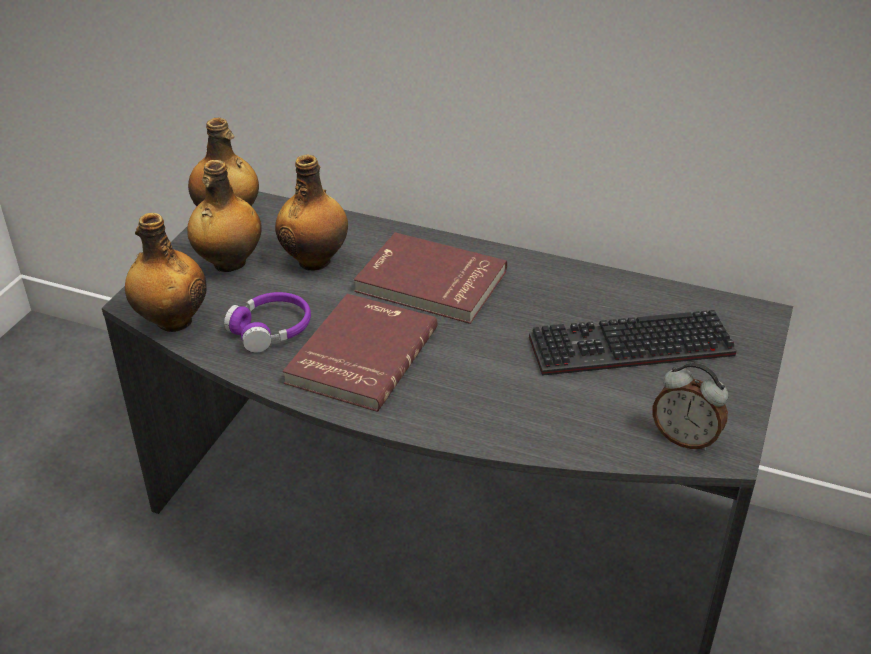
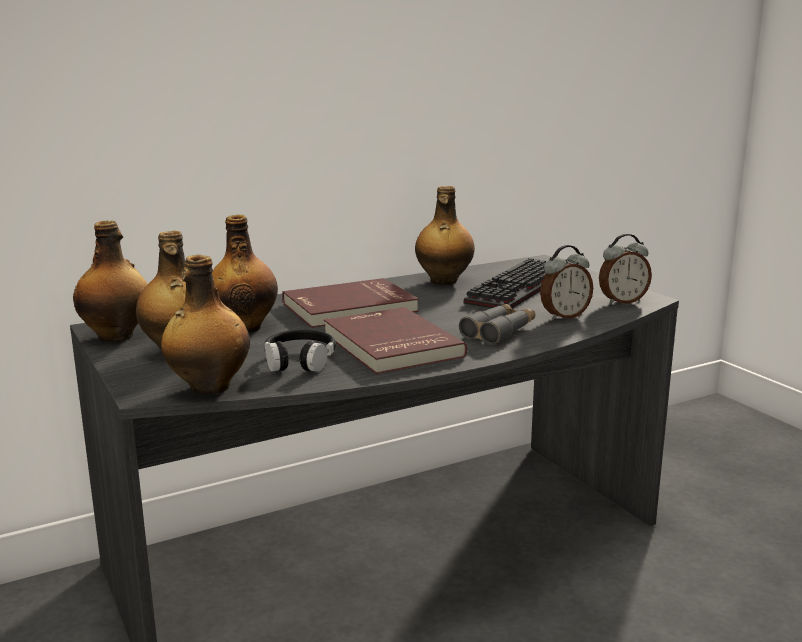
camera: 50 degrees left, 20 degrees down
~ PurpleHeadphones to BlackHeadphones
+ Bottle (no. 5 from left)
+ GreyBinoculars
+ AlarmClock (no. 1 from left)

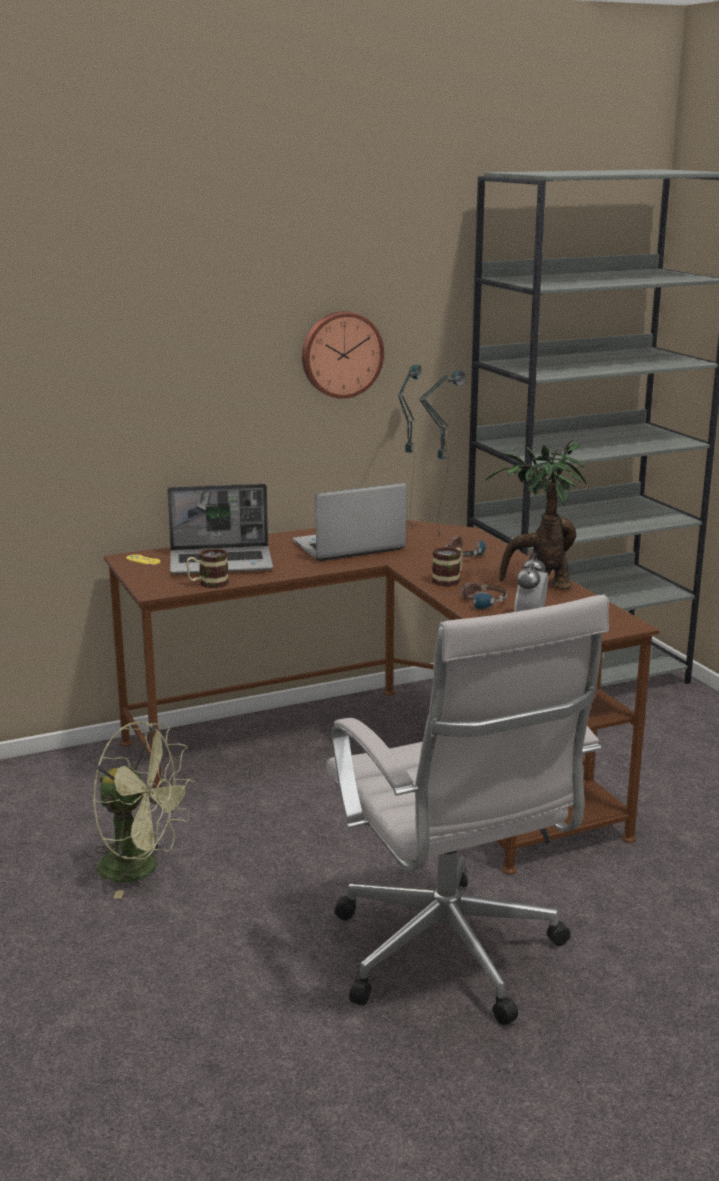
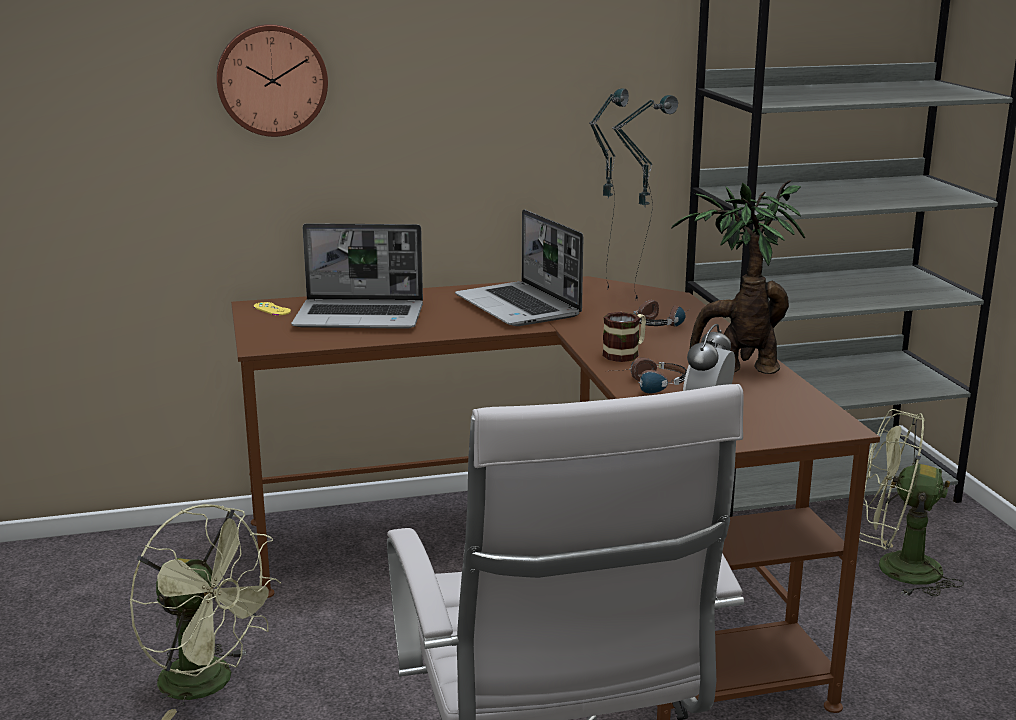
camera: 10 degrees right, 0 degrees up
- Mug (no. 1 from left)
~ Laptop (no. 2 from left) 105 degrees counterclockwise
~ WallClock
+ GreenFan (no. 2 from left)

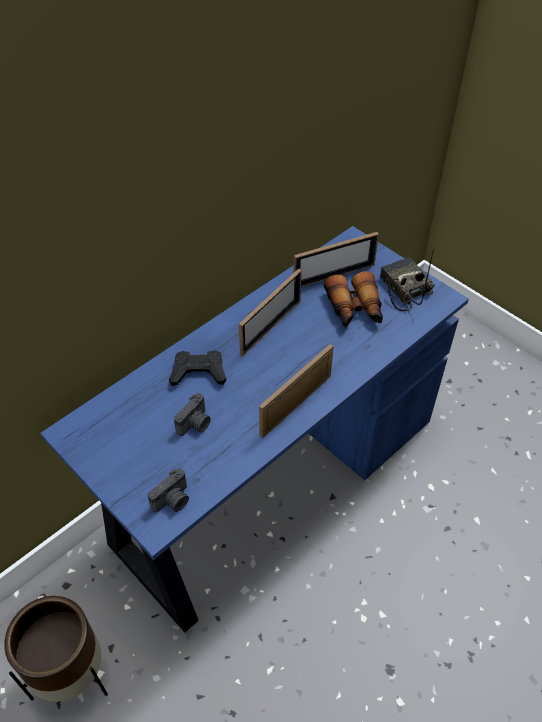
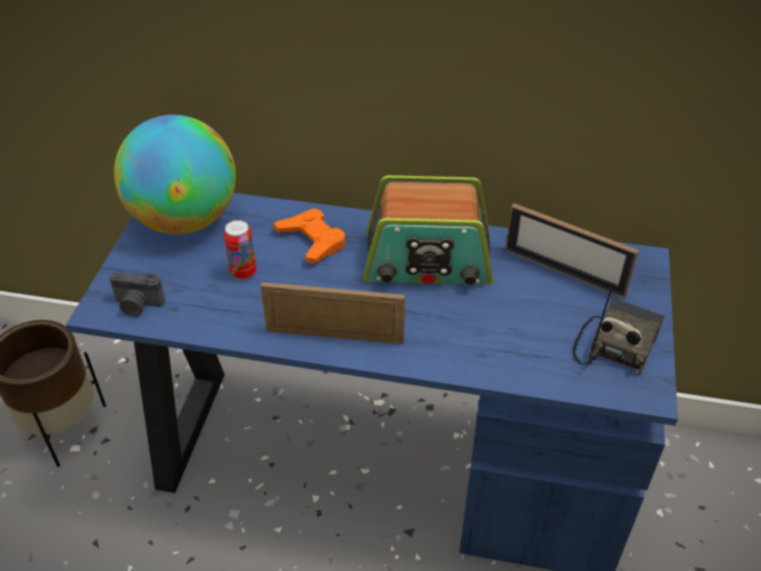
camera: 55 degrees right, 5 degrees down
~ BlackGameController to OrangeGameController
~ PhotoCamera (no. 2 from left) to Can
~ PictureFrame (no. 1 from left) to Radio (no. 1 from left)
- Binoculars
+ Globe

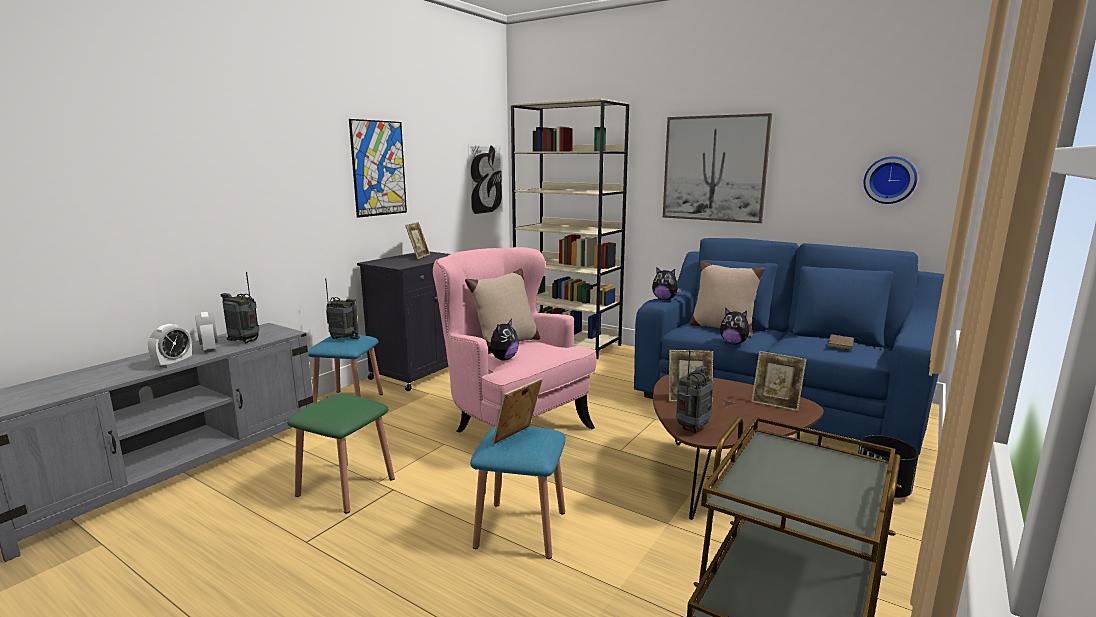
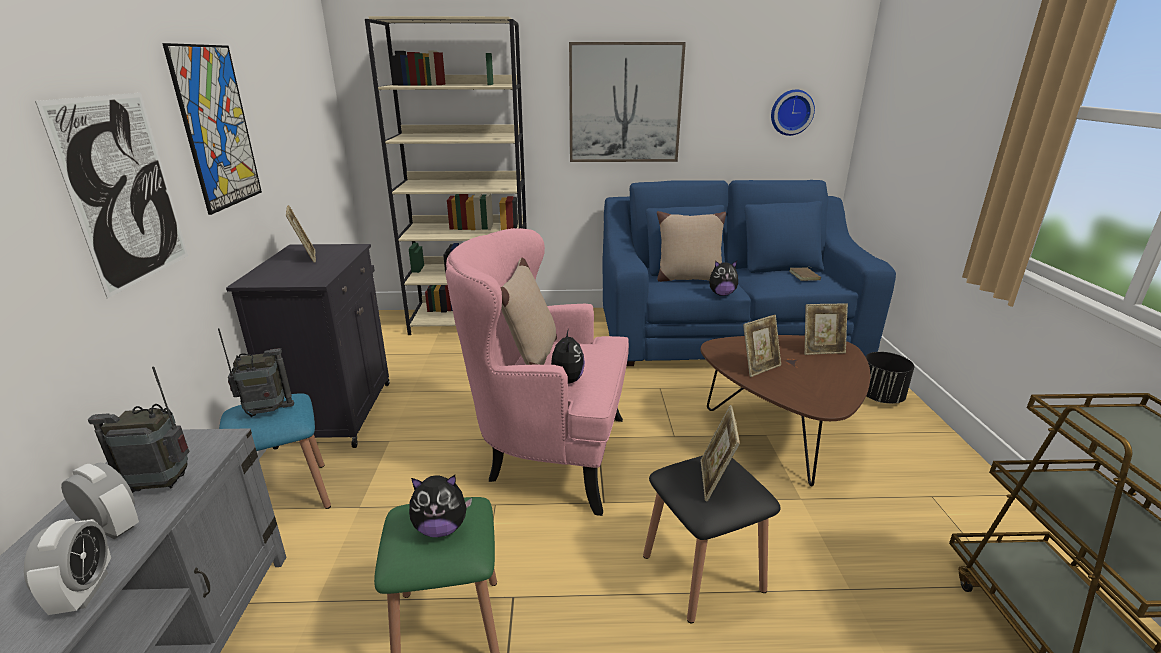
camera: 35 degrees left, 10 degrees up
~ Picture (no. 2 from left in the first image) to Picture (no. 1 from left)
~ BlueStool (no. 2 from left) to BlackStool
~ PlushToy (no. 2 from left in the first image) to PlushToy (no. 1 from left)
- Radio (no. 3 from left)

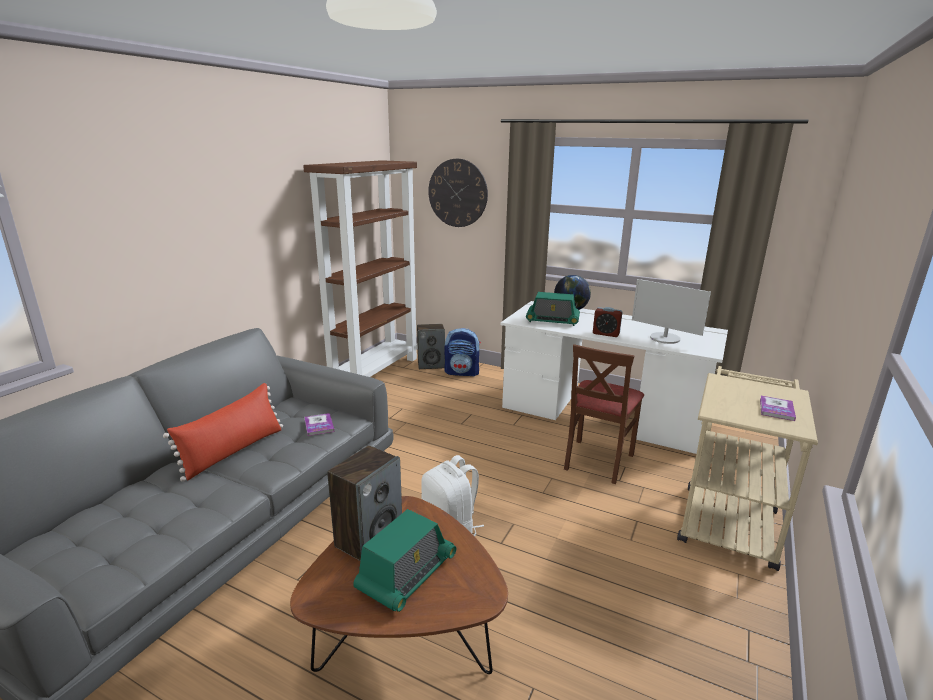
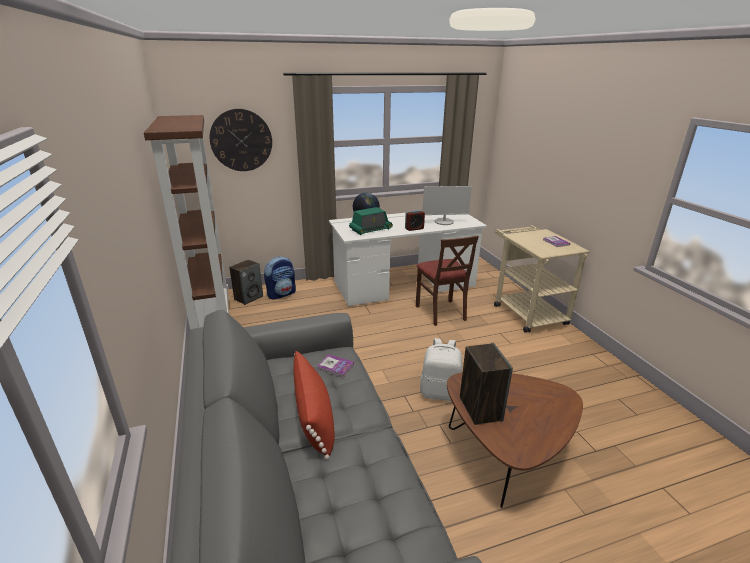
camera: 45 degrees left, 5 degrees up
- Radio (no. 1 from left)

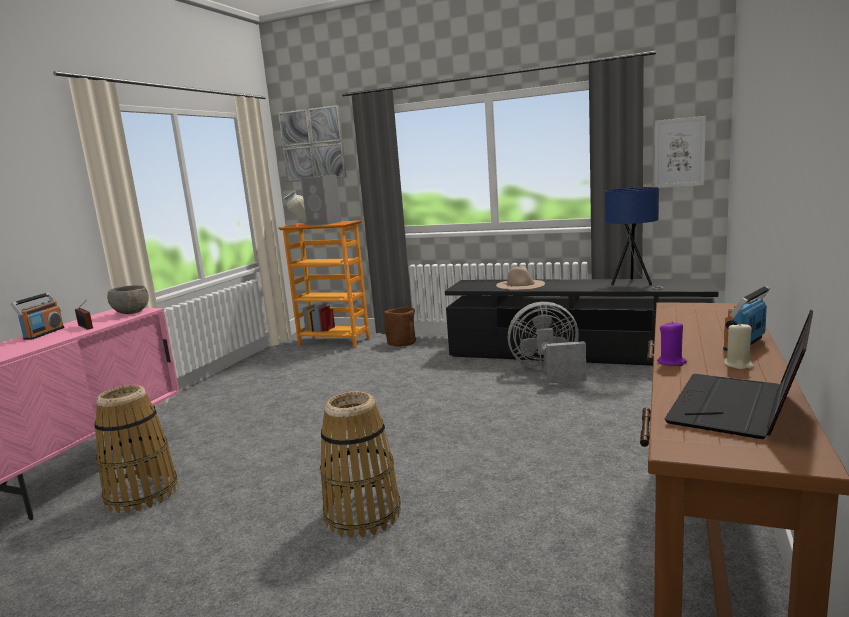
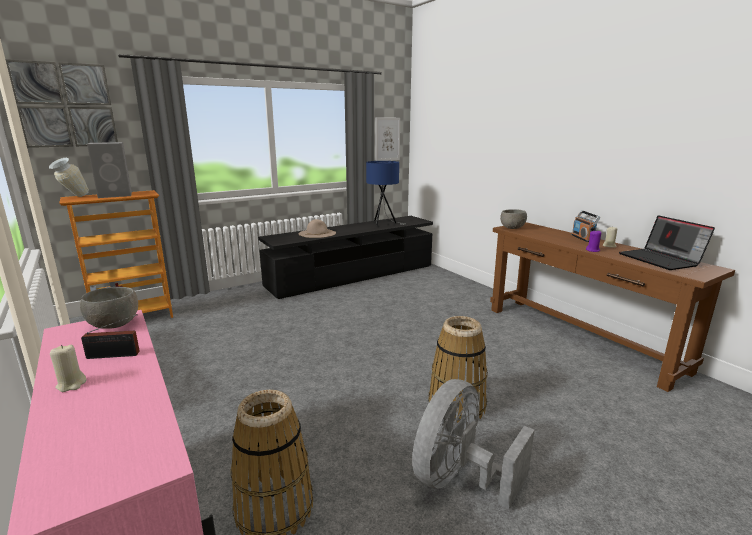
camera: 55 degrees left, 5 degrees up
~ Radio (no. 1 from left) to BeigeCandle (no. 1 from left)
- BrownPlanter
~ GreyFan
+ GreyBowl (no. 2 from left)

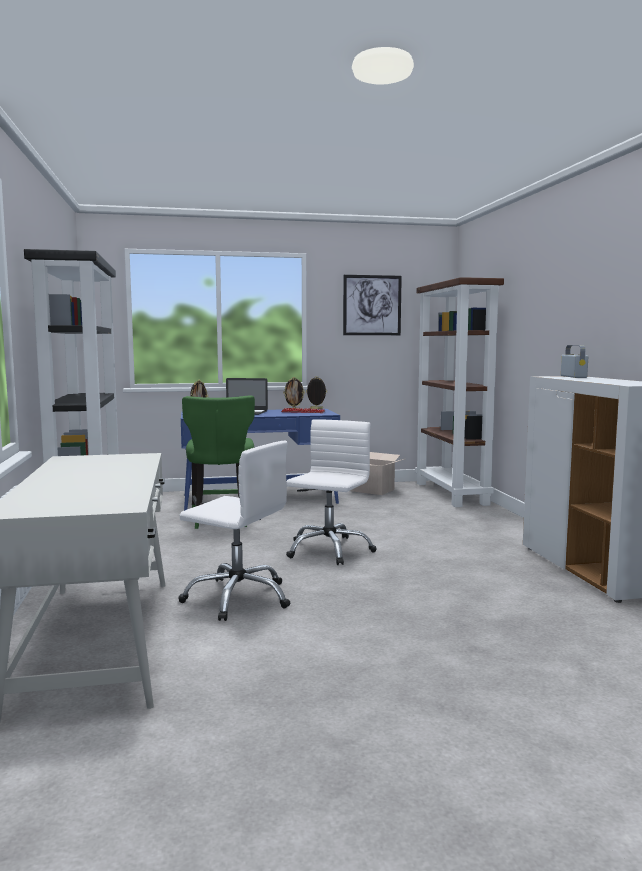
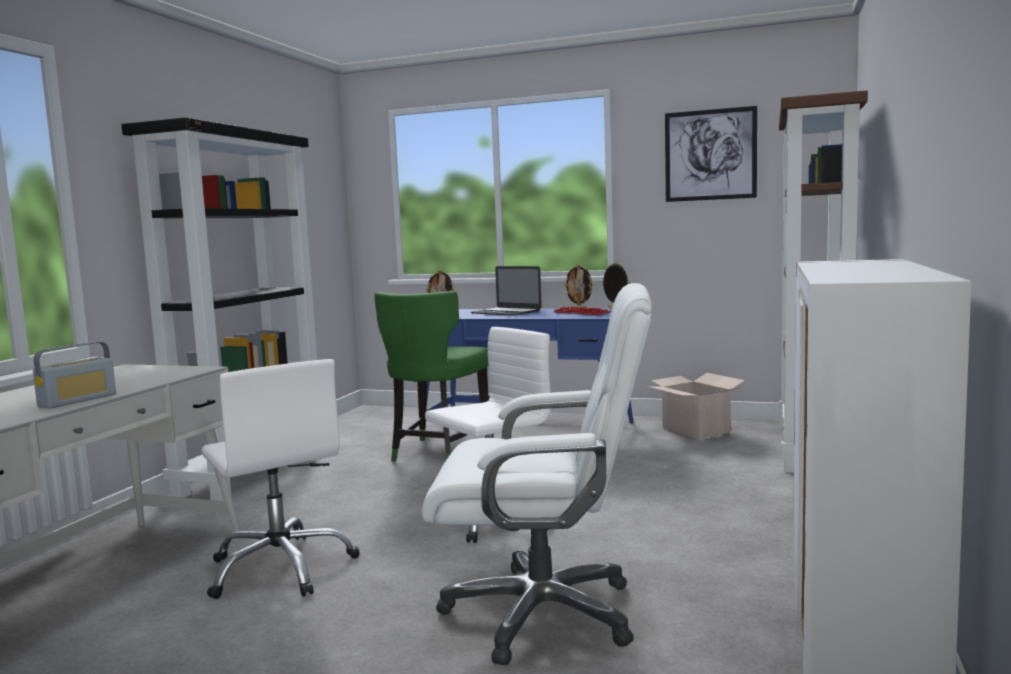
camera: 30 degrees right, 0 degrees up
~ Radio
+ WhiteOfficeChair (no. 3 from left)

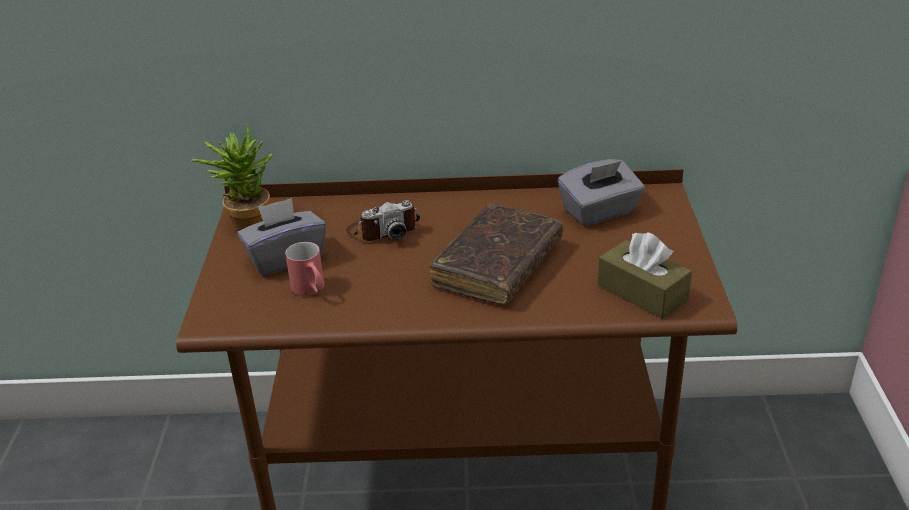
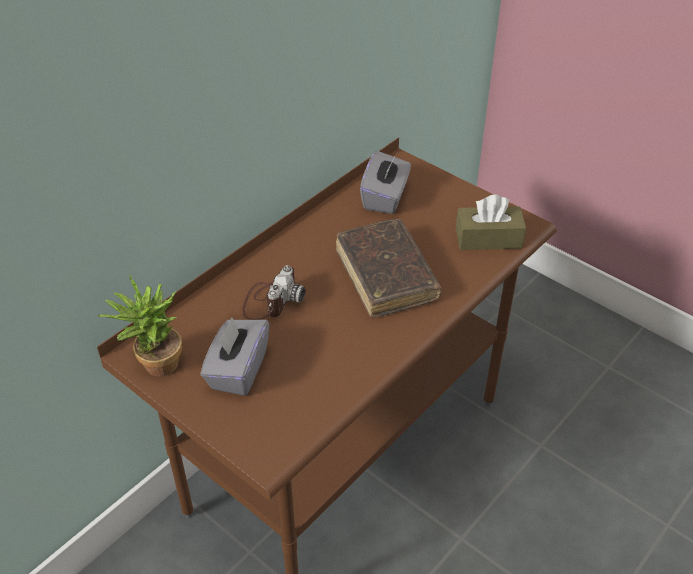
camera: 50 degrees left, 10 degrees up
- RedMug

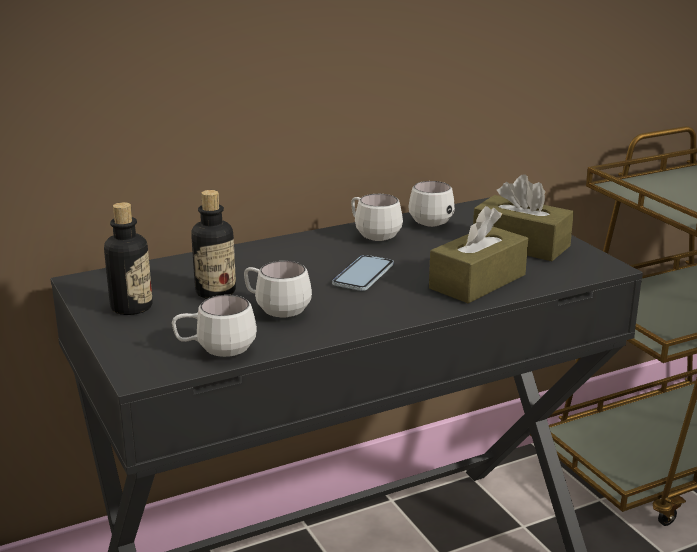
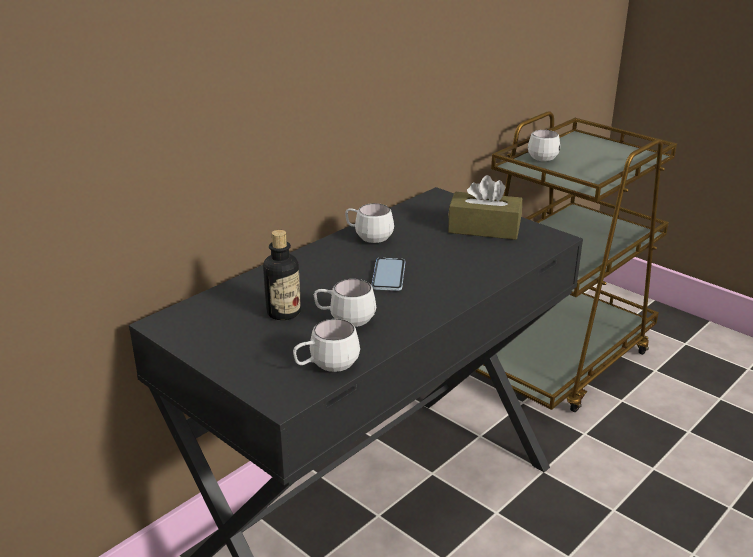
camera: 20 degrees left, 5 degrees up
- Bottle (no. 1 from left)
~ WhiteMug (no. 4 from left)
- BrownTissueBox (no. 1 from left)

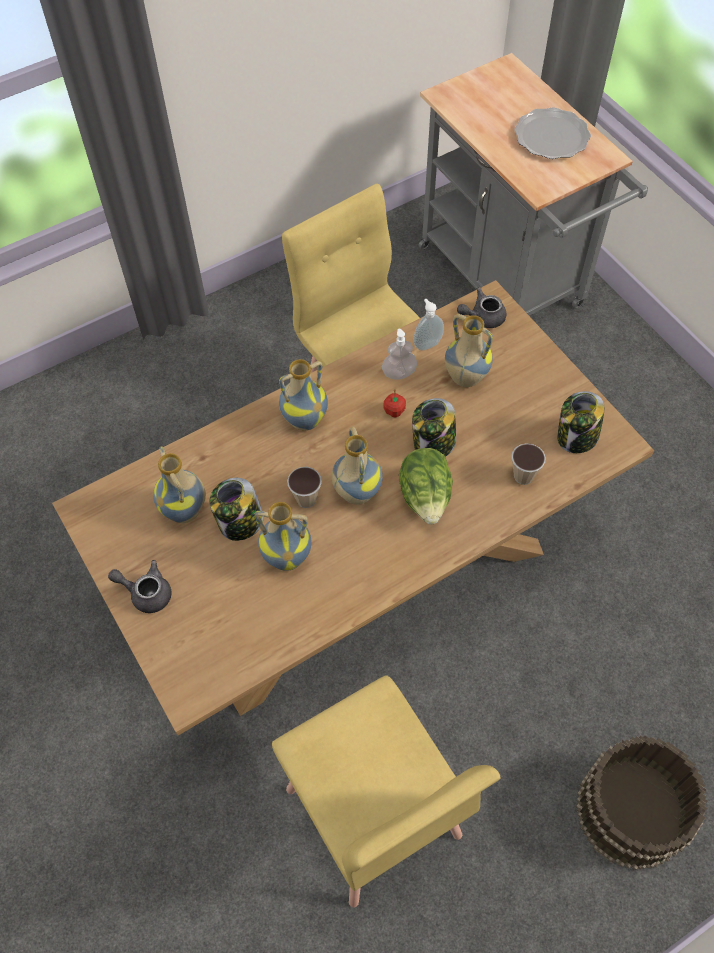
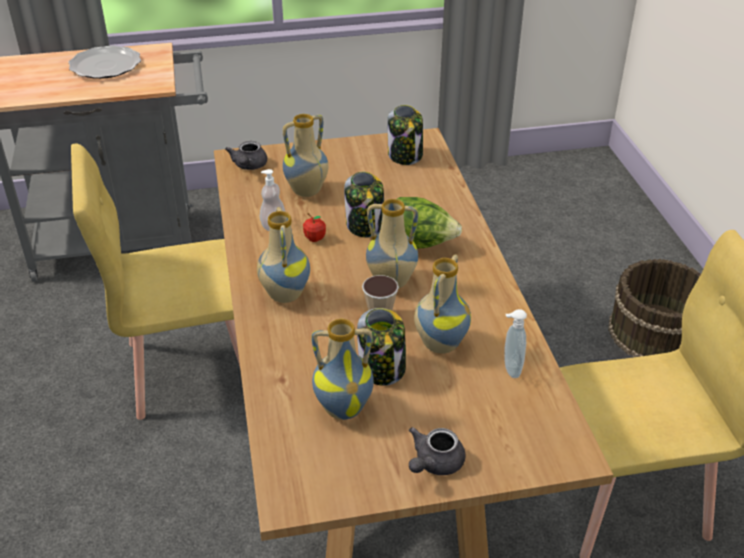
camera: 70 degrees left, 20 degrees down
~ SoapDispenser (no. 2 from left)
- Cup (no. 2 from left)

